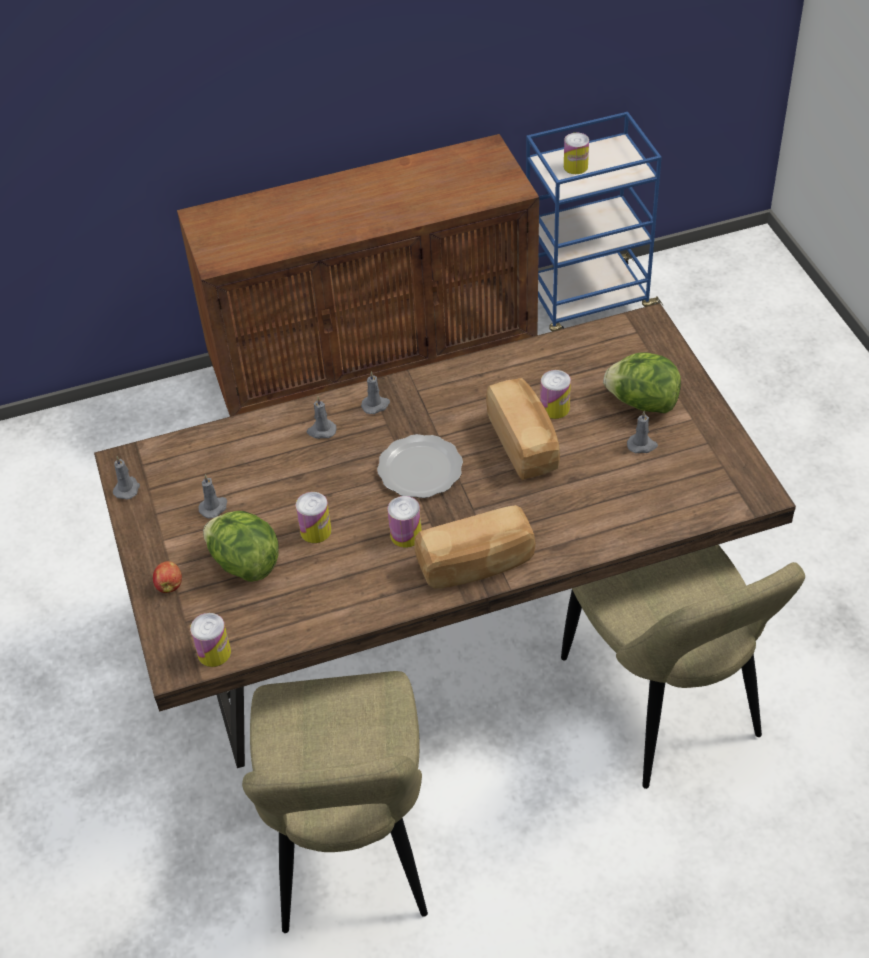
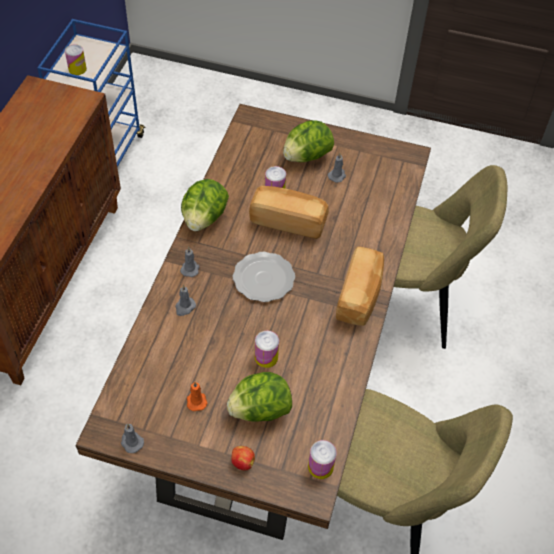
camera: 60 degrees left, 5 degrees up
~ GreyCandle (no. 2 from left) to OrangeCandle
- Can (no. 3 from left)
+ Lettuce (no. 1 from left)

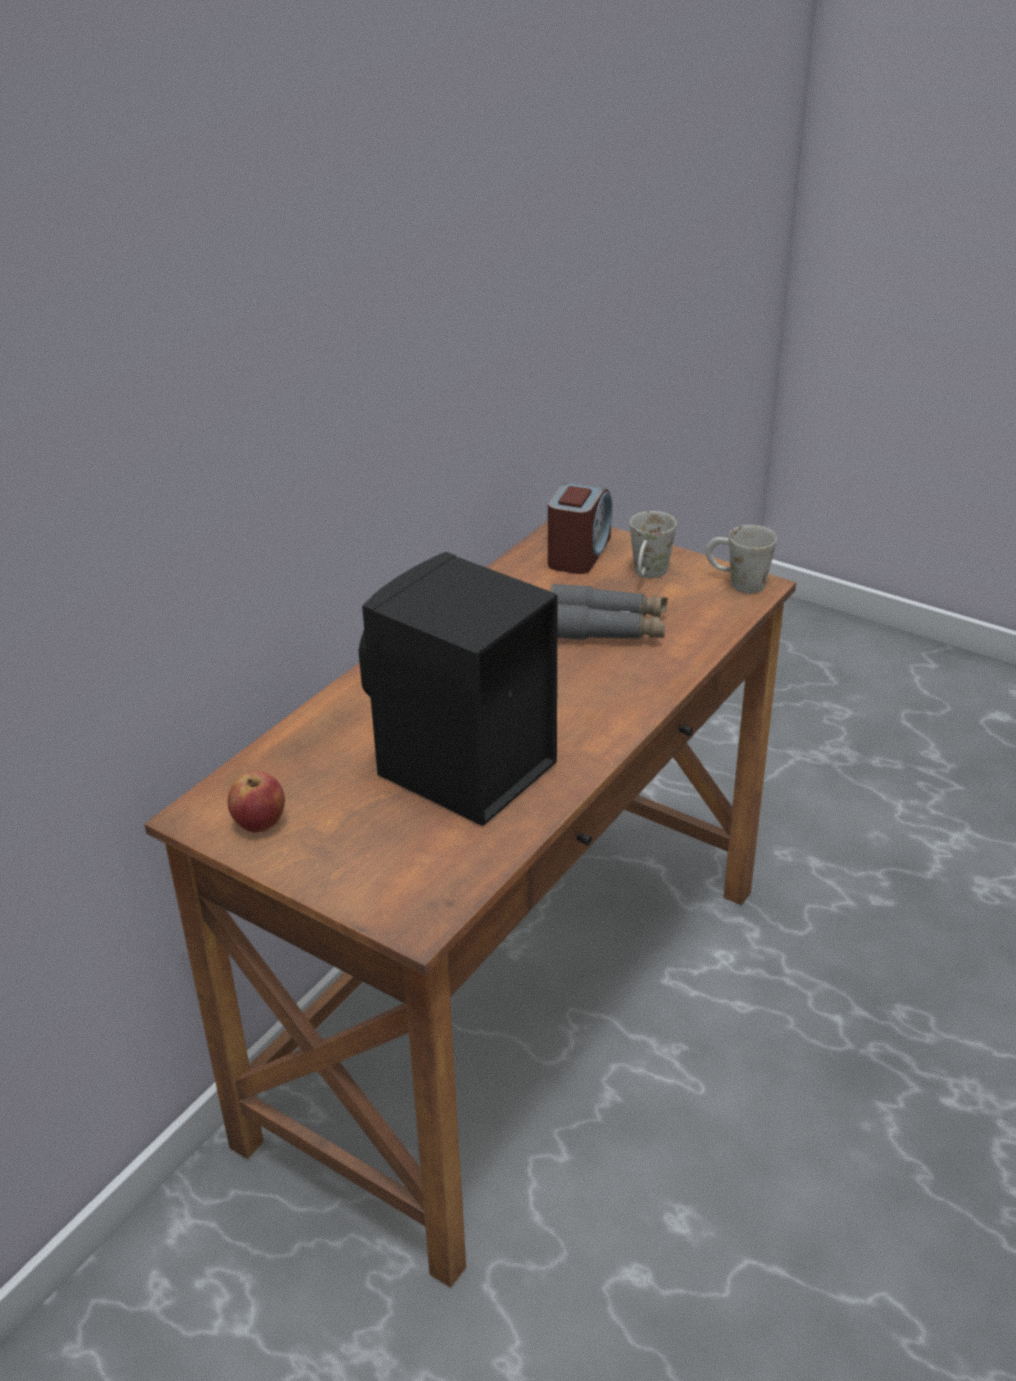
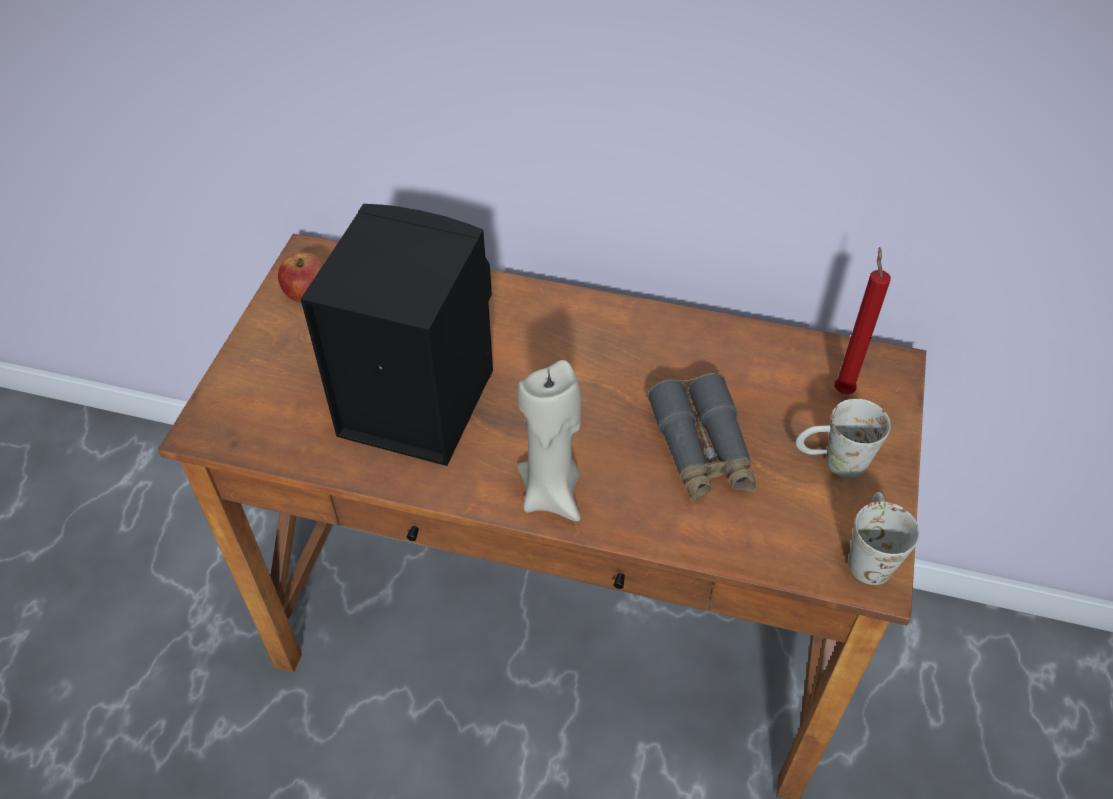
camera: 70 degrees right, 15 degrees up
~ AlarmClock to RedCandle
+ BeigeCandle

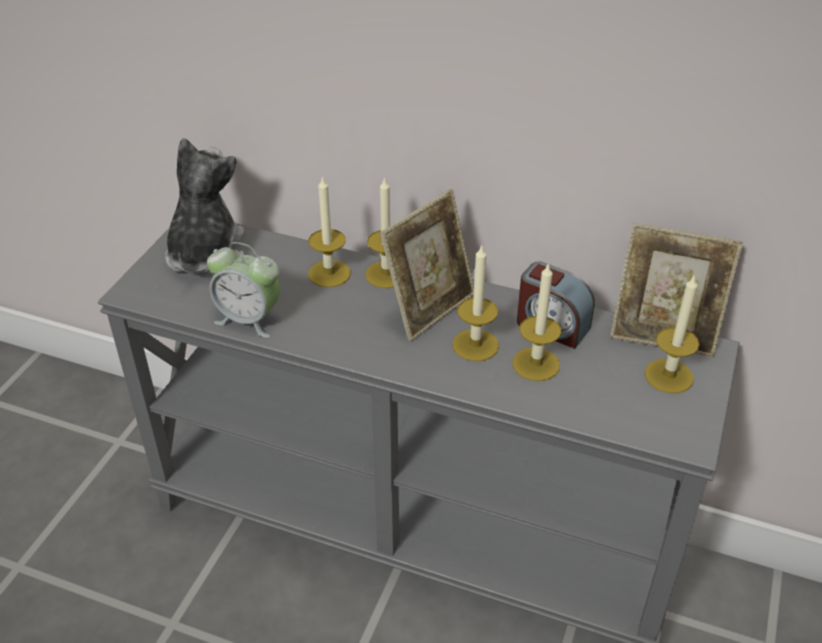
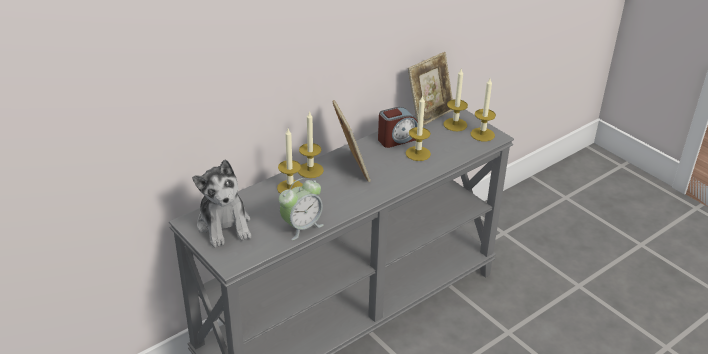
camera: 60 degrees left, 5 degrees down
~ PlushToy 150 degrees counterclockwise
~ Candle (no. 3 from left in the first image) to Candle (no. 5 from left)

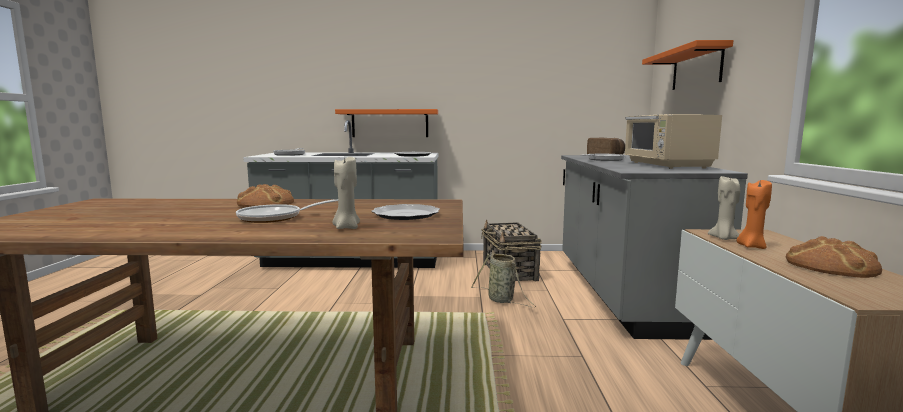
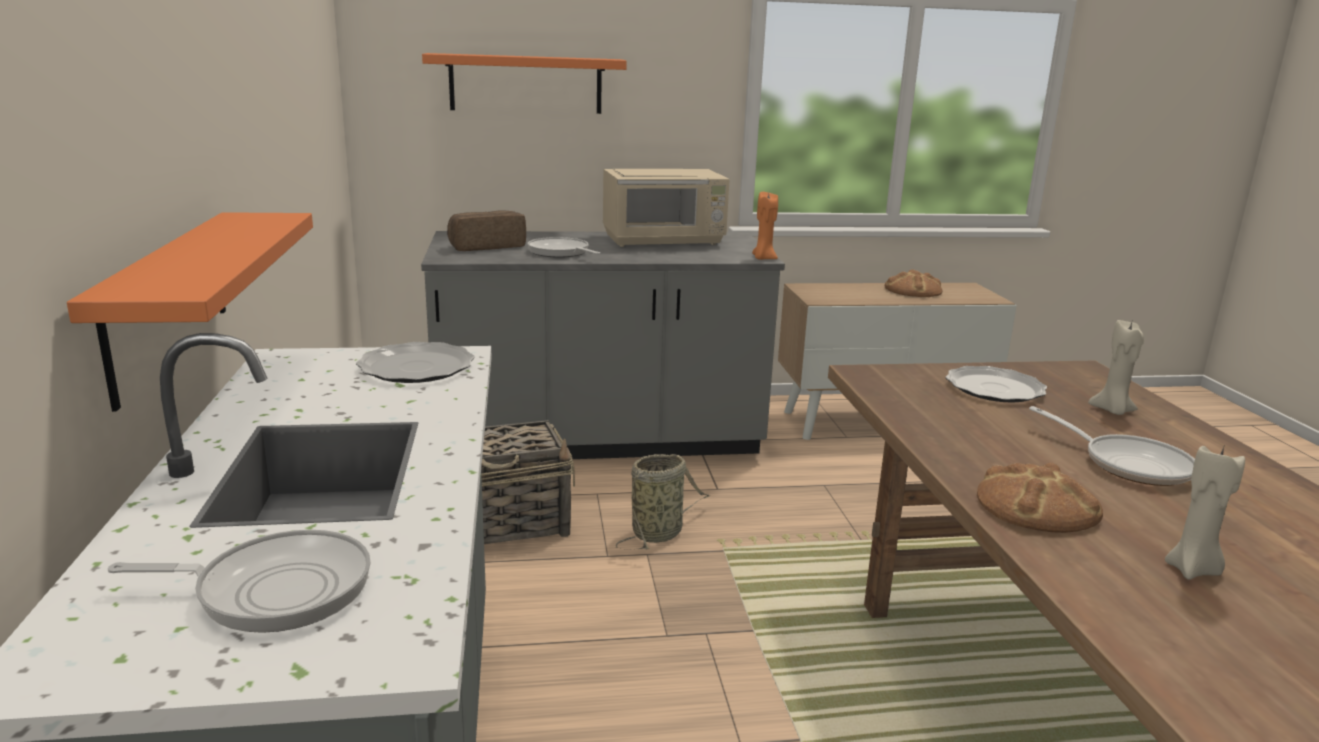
camera: 100 degrees left, 10 degrees up
~ BeigeCandle (no. 2 from left)
~ OrangeCandle

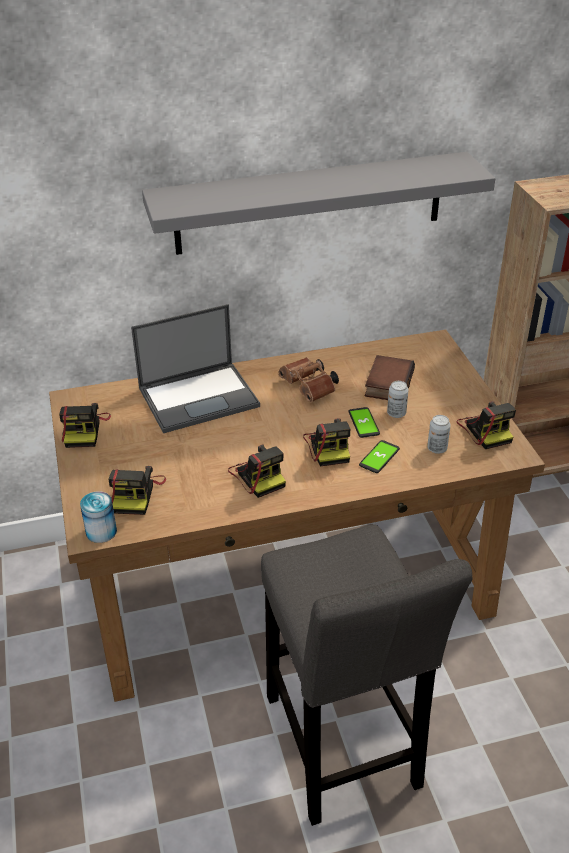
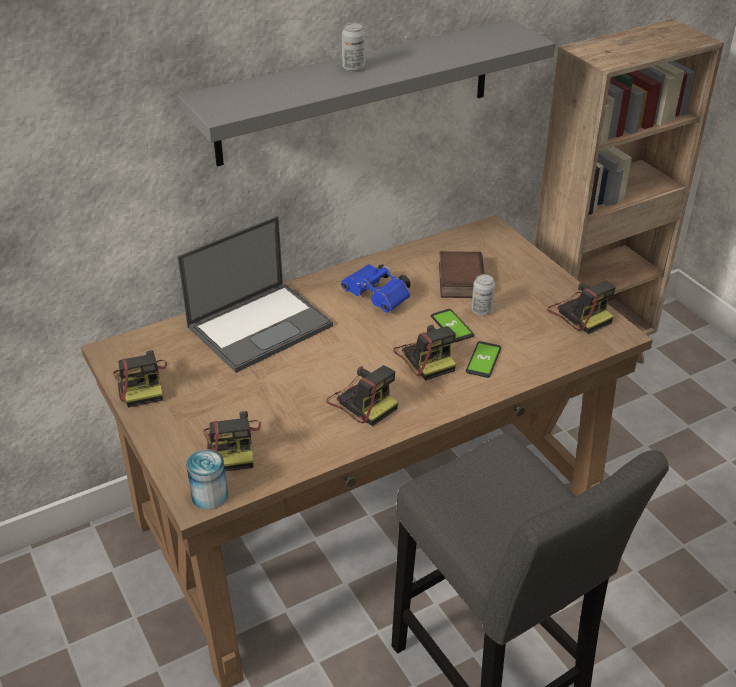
camera: 15 degrees left, 0 degrees up
~ BrownBinoculars to BlueBinoculars
~ Can (no. 3 from left in the first image) to Can (no. 2 from left)

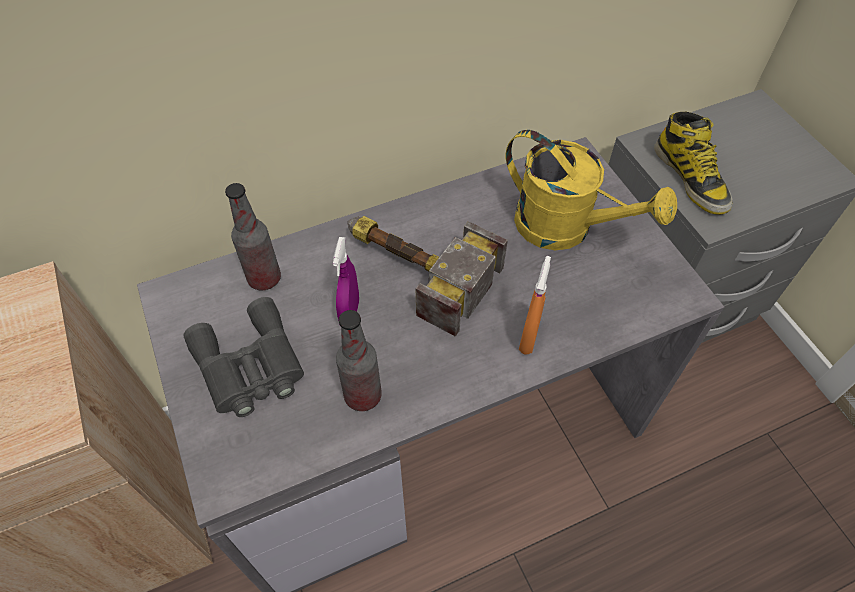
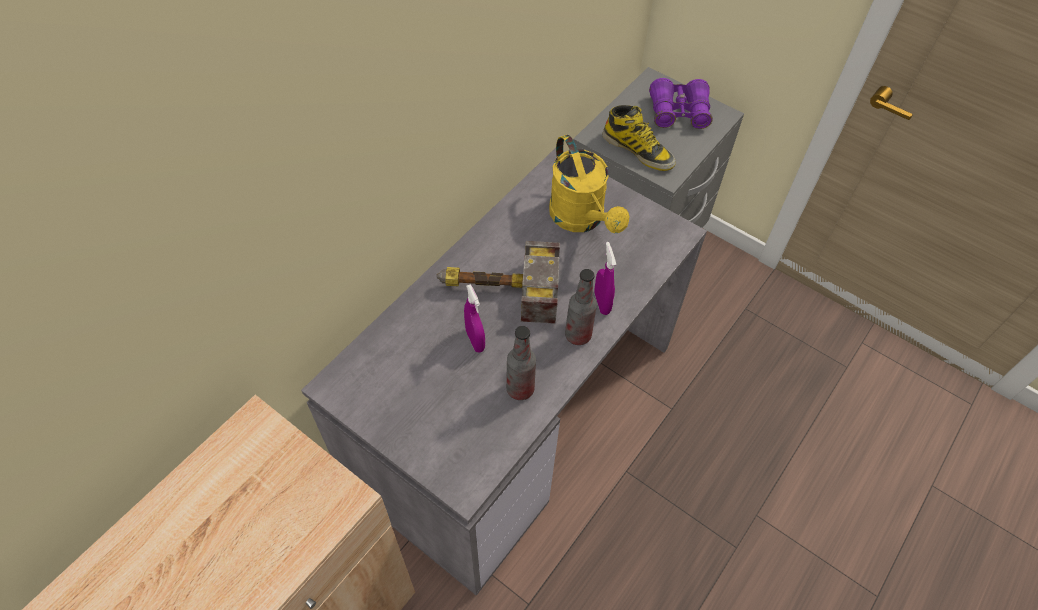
camera: 30 degrees left, 0 degrees up
- GreyBinoculars
~ Bottle (no. 1 from left in the first image) to Bottle (no. 2 from left)
~ YellowWateringCan 60 degrees clockwise
~ OrangeSprayBottle to PurpleSprayBottle (no. 2 from left)
+ PurpleBinoculars

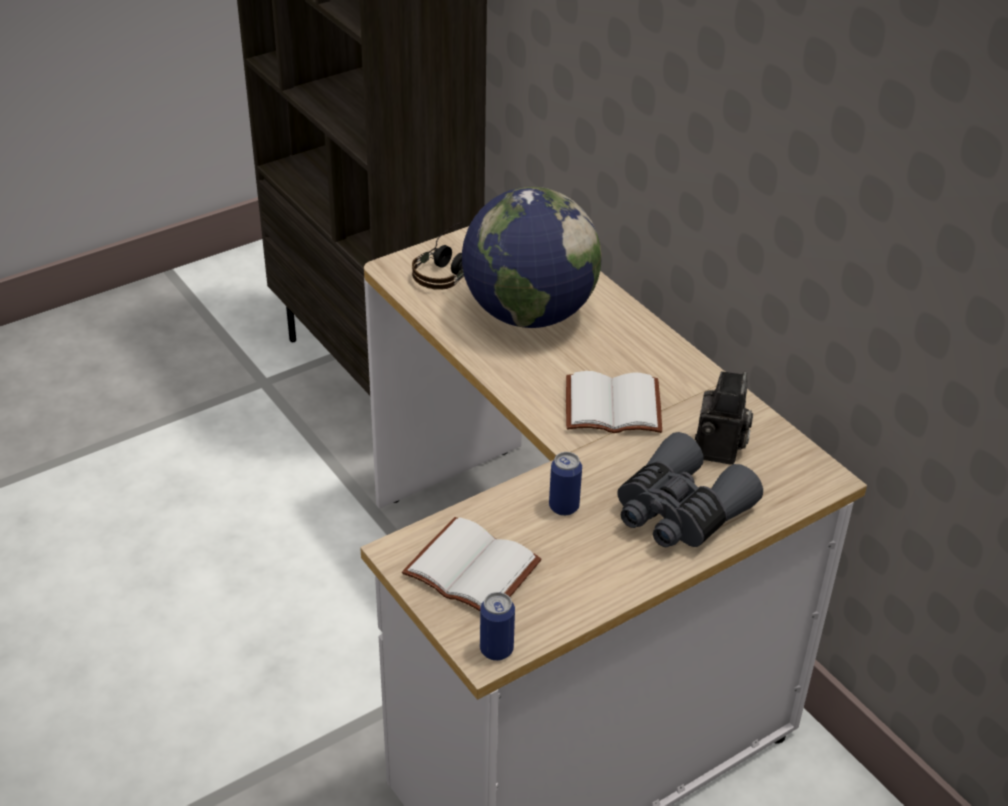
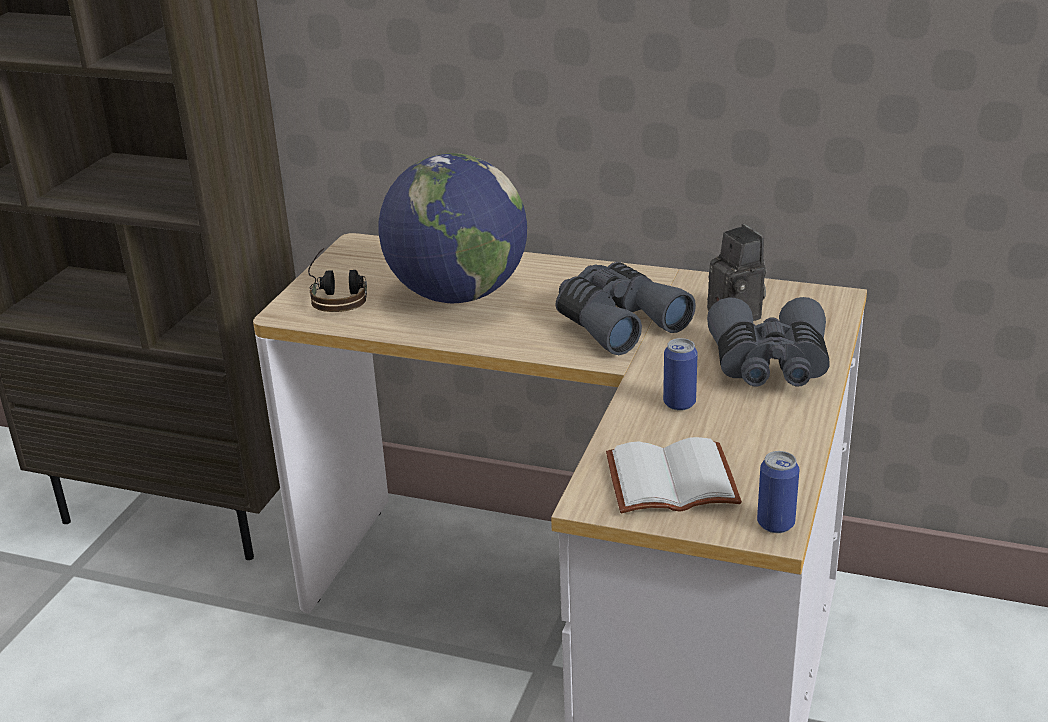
camera: 35 degrees left, 10 degrees down
~ WhiteBook (no. 2 from left) to GreyBinoculars (no. 1 from left)

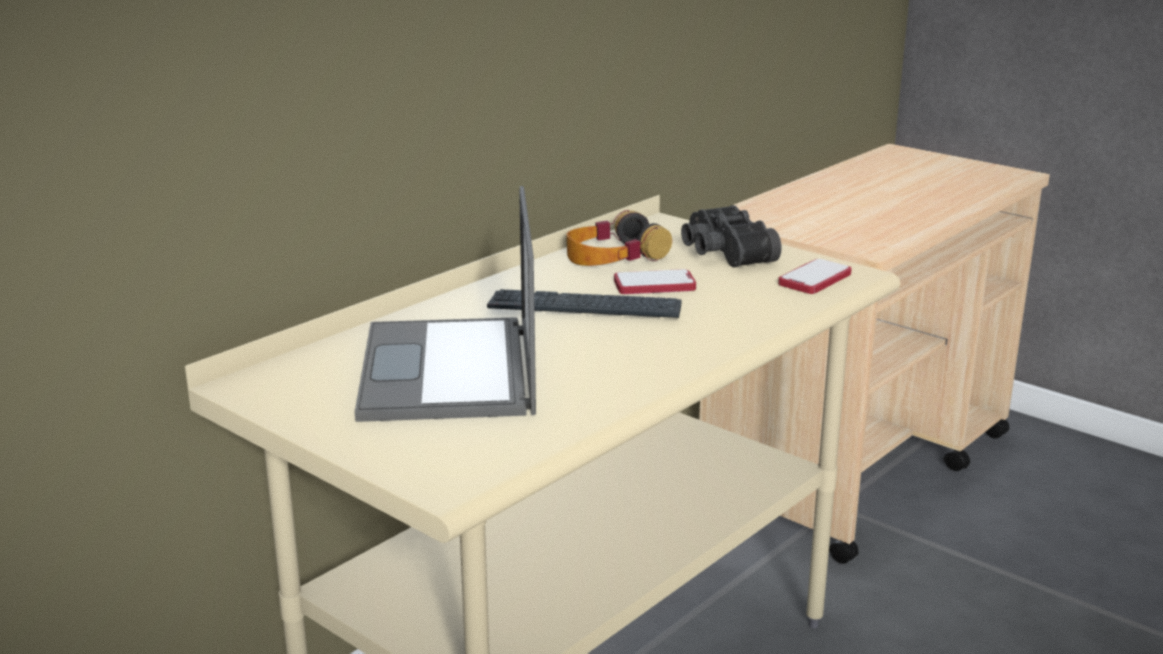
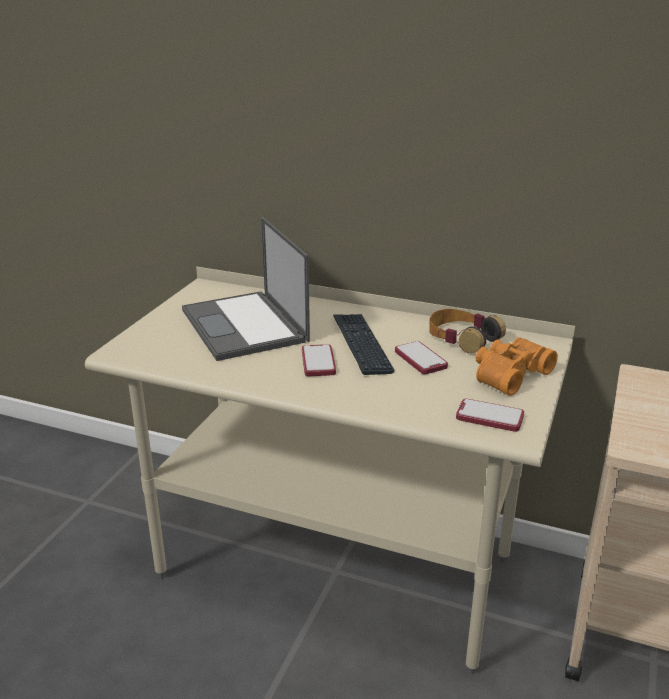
camera: 70 degrees right, 5 degrees up
~ Laptop 90 degrees counterclockwise
~ BlackBinoculars to OrangeBinoculars
+ Phone (no. 1 from left)

